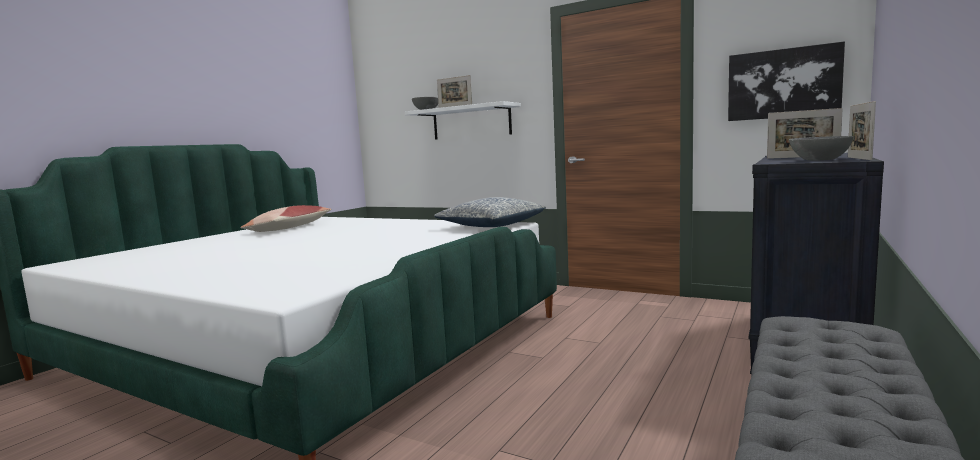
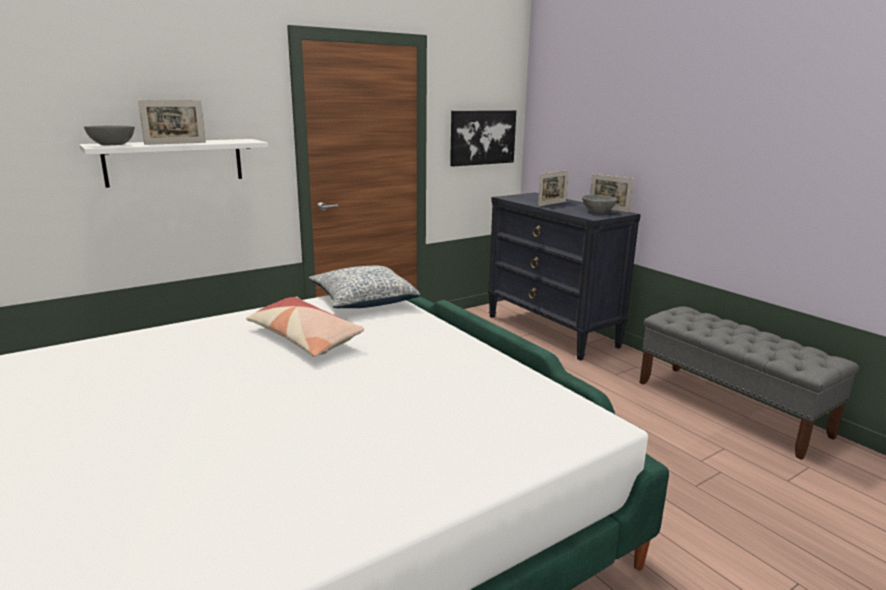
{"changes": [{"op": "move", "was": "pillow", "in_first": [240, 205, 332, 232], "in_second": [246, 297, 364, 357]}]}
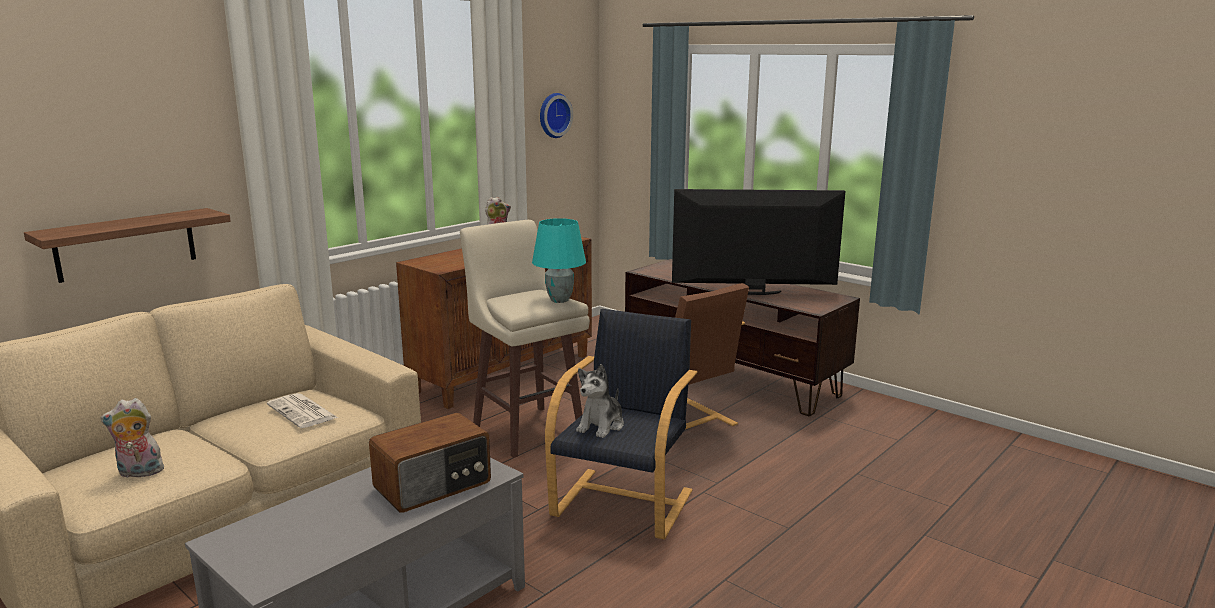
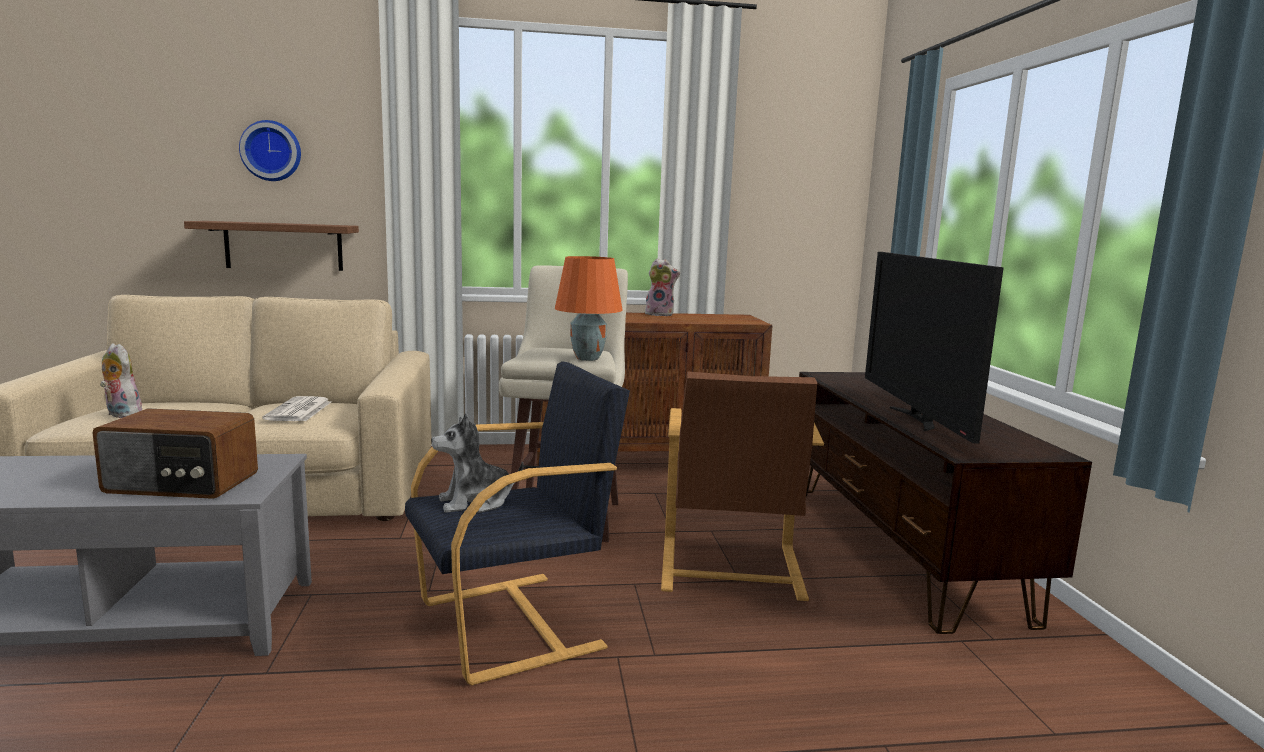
{"changes": [{"op": "move", "was": "wall clock", "in_first": [540, 93, 573, 138], "in_second": [239, 120, 301, 181]}, {"op": "rotate", "was": "television", "in_first": [672, 189, 845, 295], "in_second": [865, 252, 1004, 443], "clockwise": -135}, {"op": "recolor", "was": "table lamp in turquoise", "now": "table lamp in orange", "in_first": [532, 218, 586, 303], "in_second": [555, 256, 623, 361]}]}
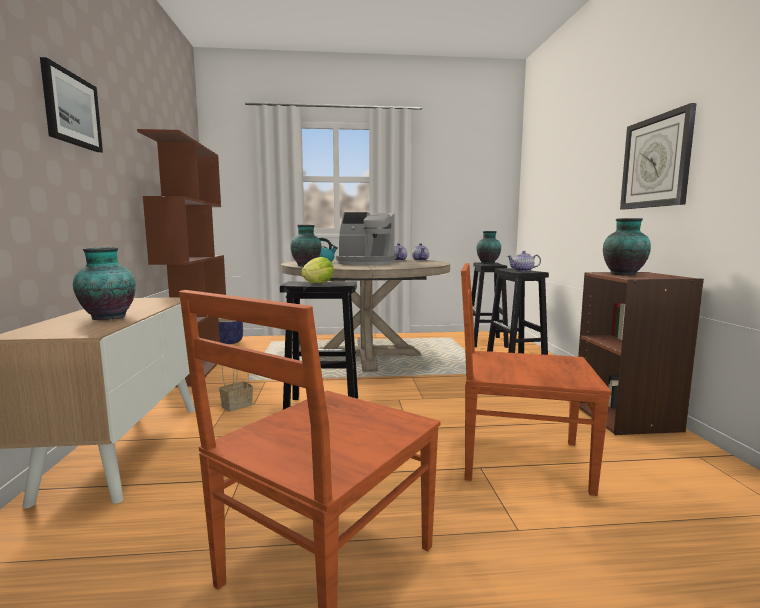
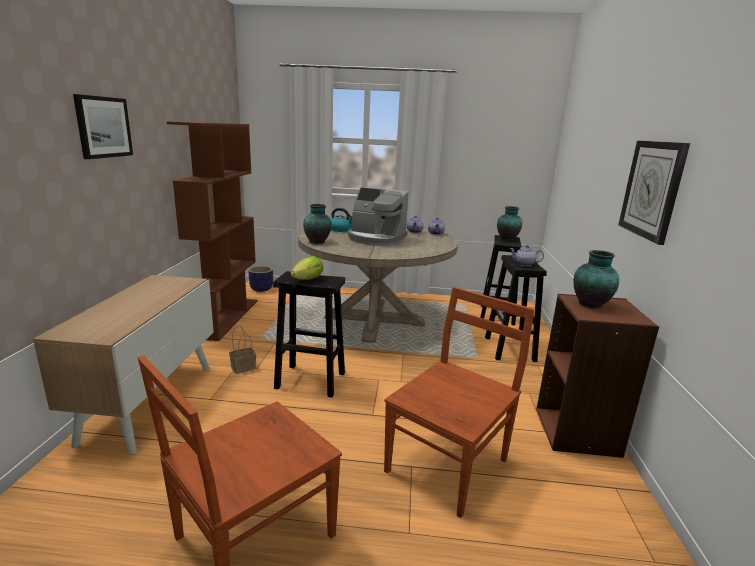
{"changes": [{"op": "delete", "was": "vase", "in_first": [73, 247, 136, 320]}, {"op": "rotate", "was": "chair in brown", "in_first": [461, 263, 612, 496], "in_second": [384, 287, 534, 518], "clockwise": 105}]}
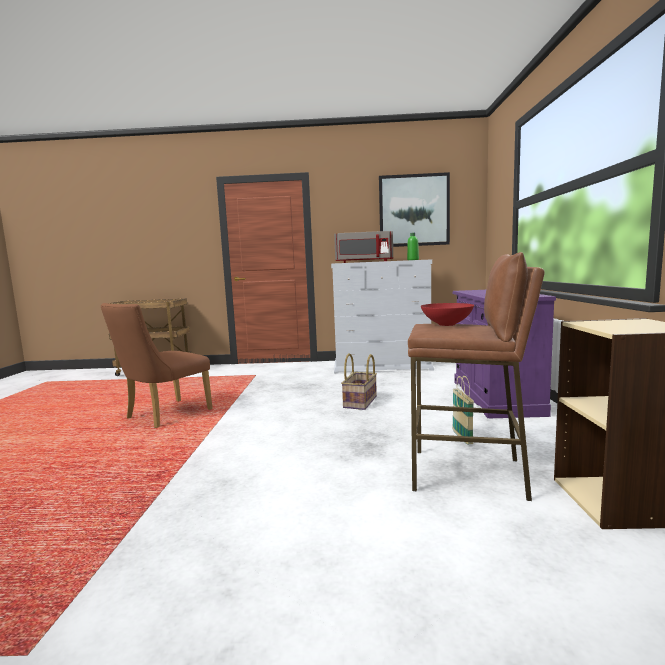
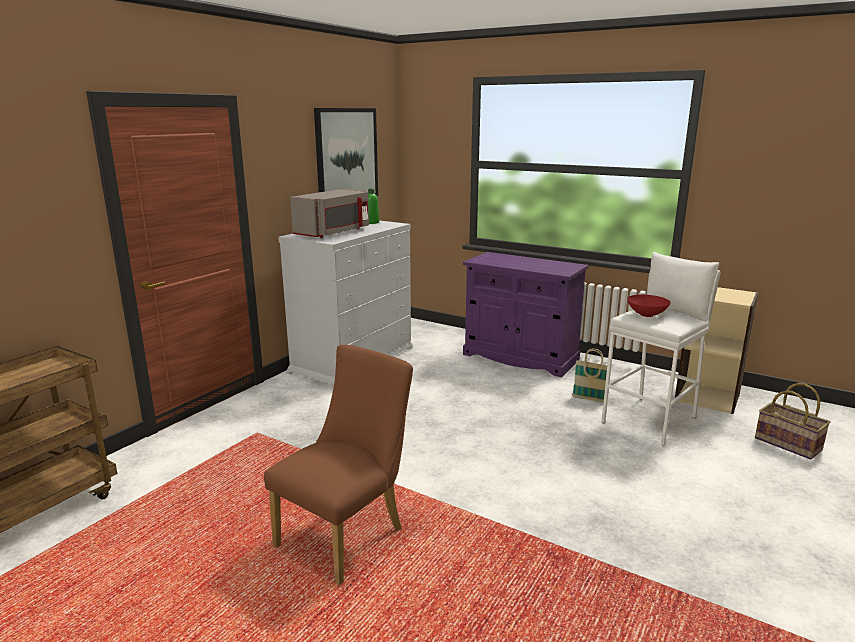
{"changes": [{"op": "recolor", "was": "stool in brown", "now": "stool in white", "in_first": [408, 252, 545, 501], "in_second": [601, 252, 721, 446]}, {"op": "rotate", "was": "chair in brown", "in_first": [101, 303, 213, 428], "in_second": [264, 345, 413, 586], "clockwise": -120}, {"op": "move", "was": "basket", "in_first": [341, 353, 377, 410], "in_second": [755, 383, 831, 460]}]}
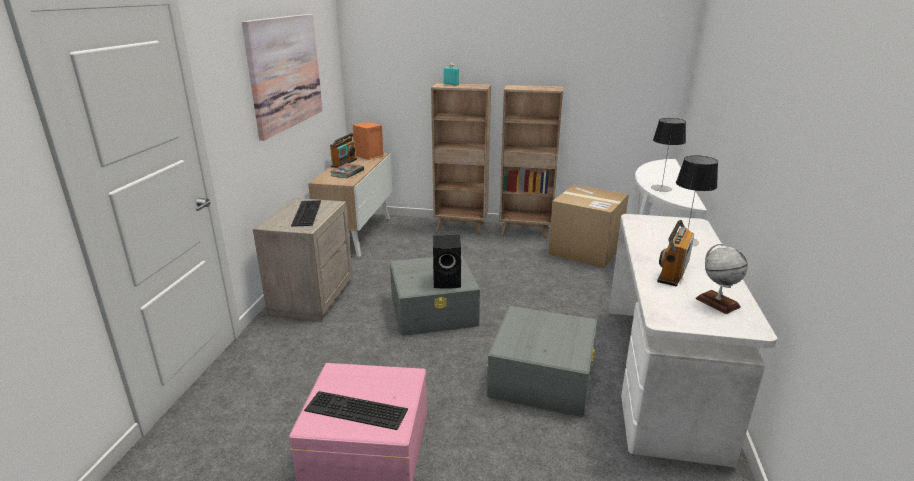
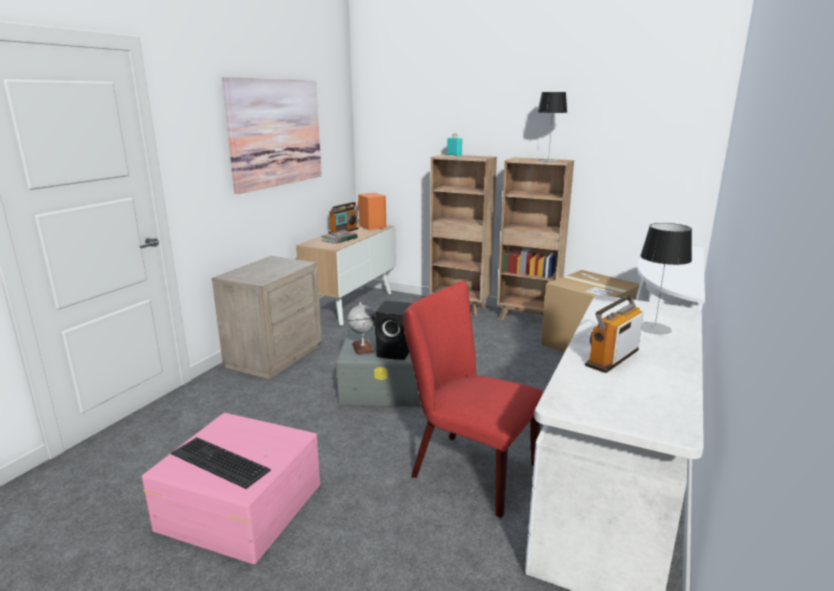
{"changes": [{"op": "move", "was": "table lamp", "in_first": [651, 118, 686, 192], "in_second": [537, 92, 567, 162]}, {"op": "delete", "was": "keyboard", "in_first": [291, 200, 321, 227]}, {"op": "move", "was": "globe", "in_first": [695, 243, 748, 314], "in_second": [348, 302, 376, 355]}, {"op": "replace", "was": "storage box in grey", "now": "chair in red", "in_first": [487, 306, 597, 417], "in_second": [403, 281, 544, 518]}]}
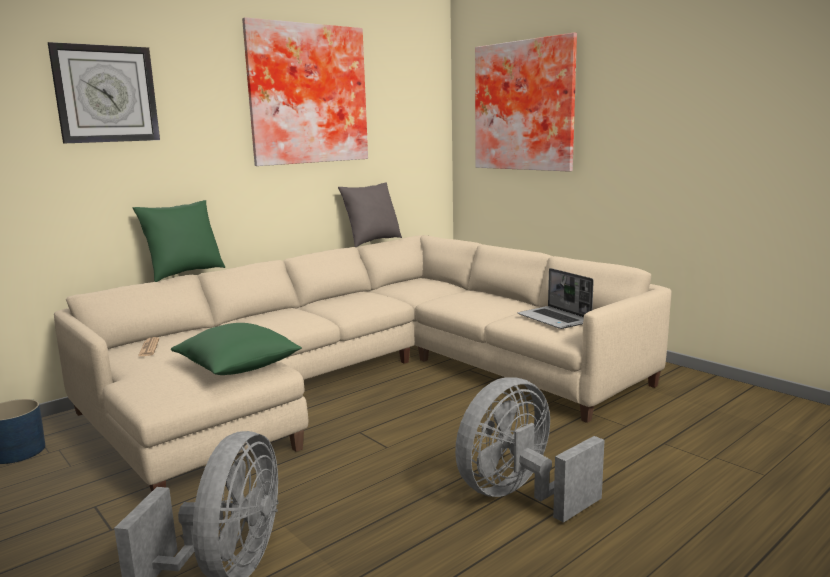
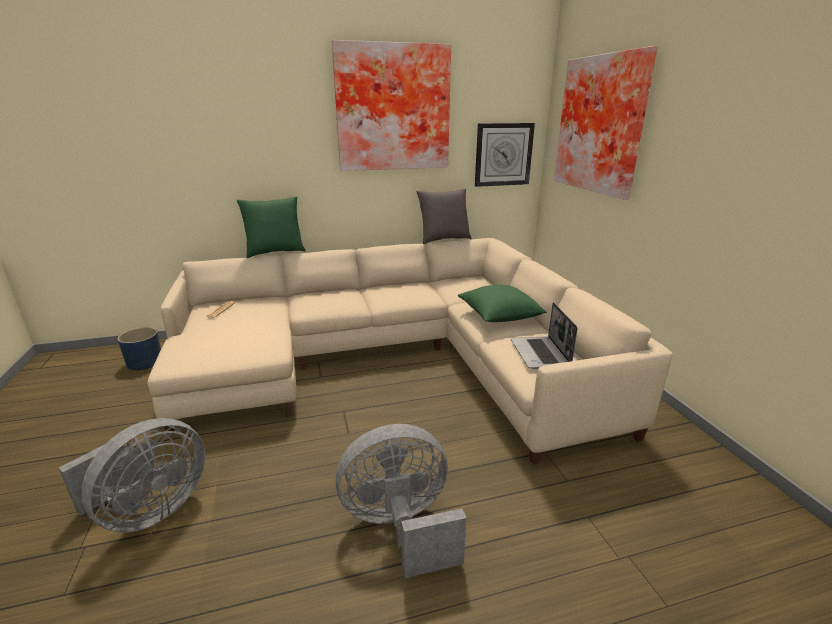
{"changes": [{"op": "move", "was": "wall clock", "in_first": [48, 42, 160, 143], "in_second": [475, 123, 535, 187]}, {"op": "move", "was": "pillow in green", "in_first": [171, 323, 302, 375], "in_second": [458, 285, 547, 322]}]}
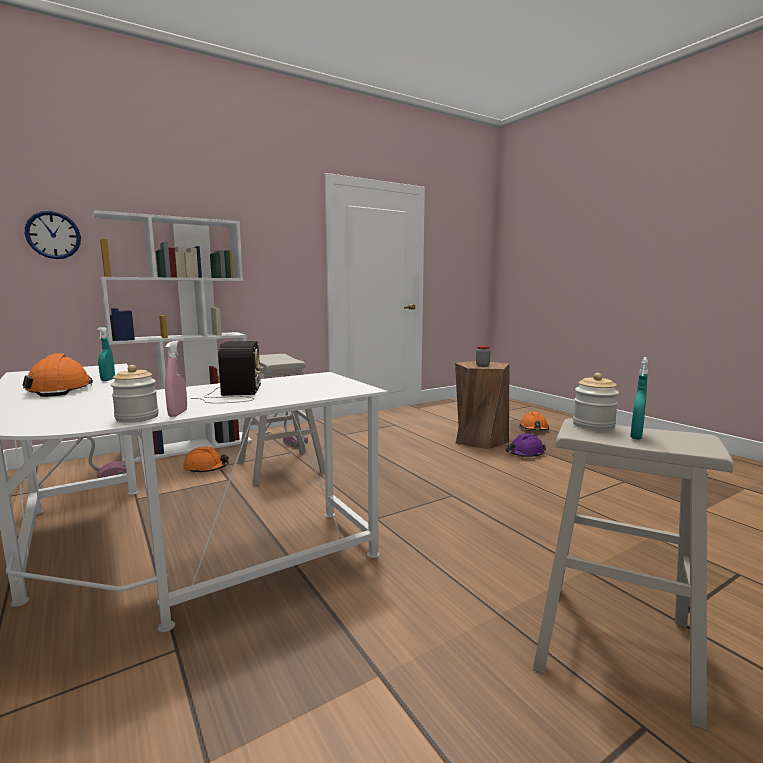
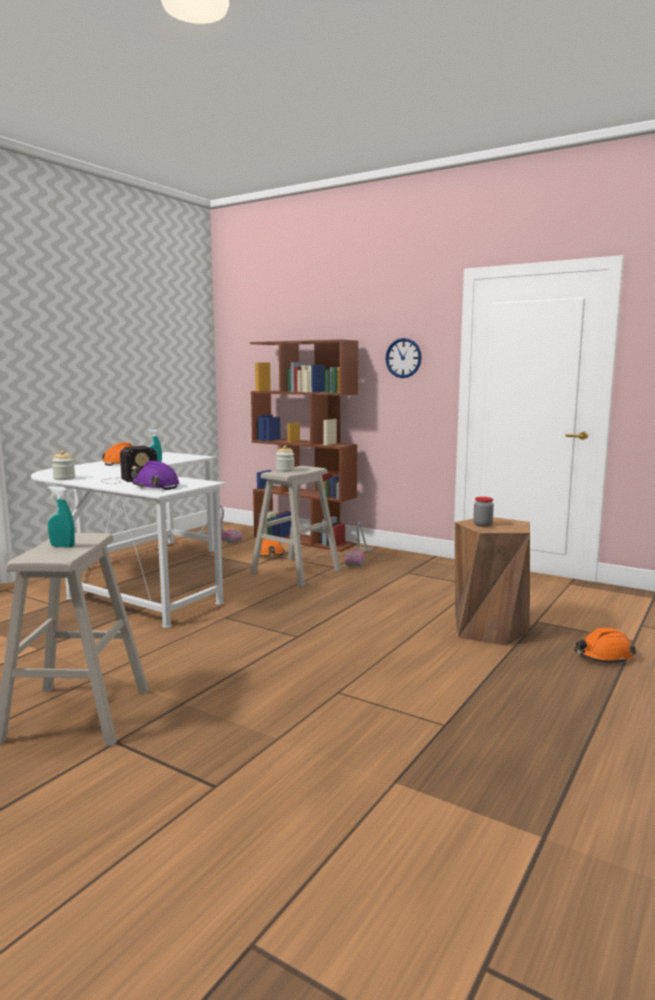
{"changes": [{"op": "recolor", "was": "bookcase in white", "now": "bookcase in brown", "in_first": [93, 210, 252, 462], "in_second": [250, 340, 358, 552]}, {"op": "move", "was": "wall clock", "in_first": [25, 211, 81, 259], "in_second": [385, 338, 422, 378]}, {"op": "delete", "was": "spray bottle in pink", "in_first": [165, 341, 187, 417]}, {"op": "move", "was": "jar", "in_first": [573, 373, 619, 431], "in_second": [276, 446, 295, 472]}, {"op": "move", "was": "hard hat in purple", "in_first": [506, 434, 546, 457], "in_second": [132, 461, 179, 490]}]}
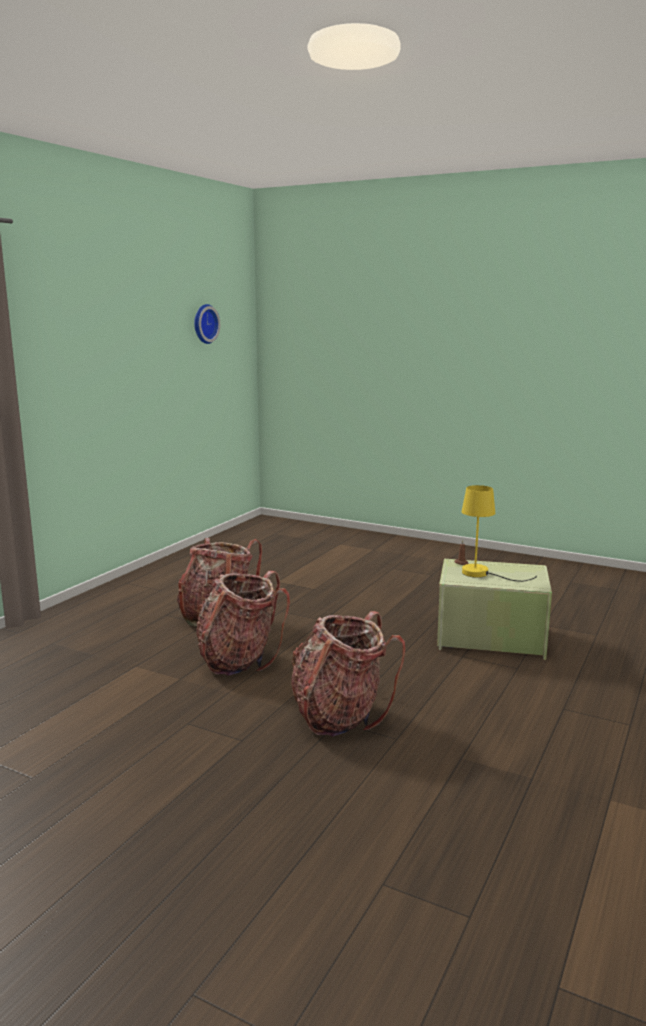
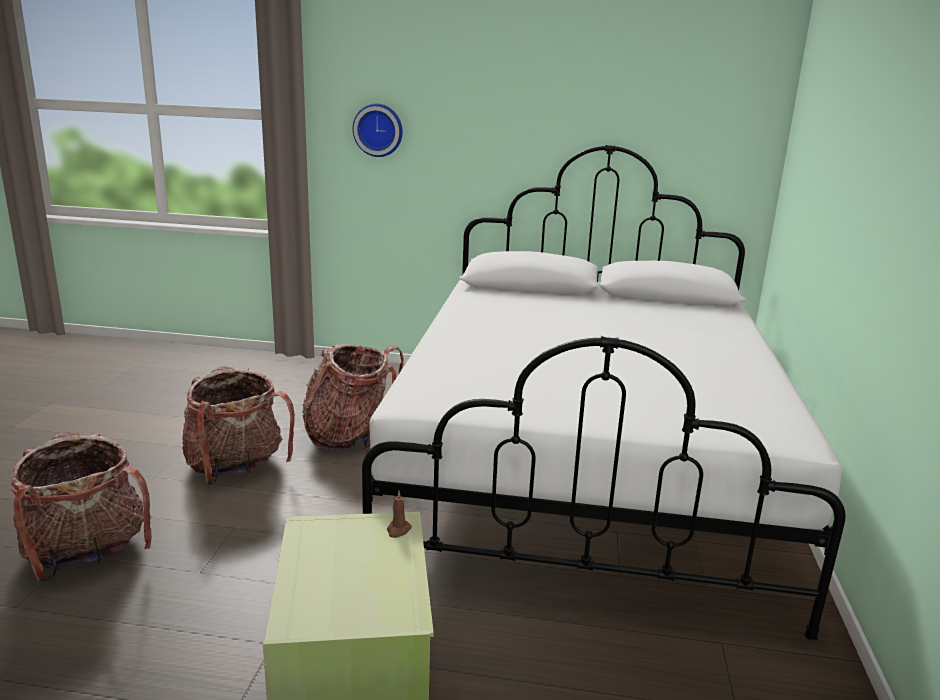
{"changes": [{"op": "move", "was": "wall clock", "in_first": [194, 304, 220, 344], "in_second": [353, 104, 403, 157]}, {"op": "delete", "was": "table lamp in yellow", "in_first": [462, 485, 537, 582]}, {"op": "insert", "now": "bed in white", "in_second": [362, 145, 846, 641]}]}
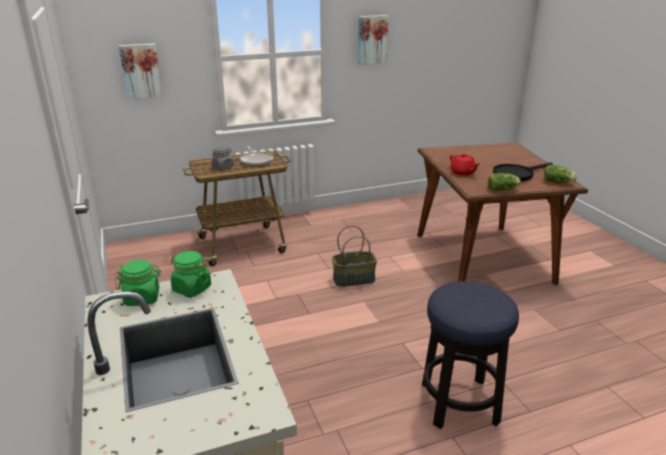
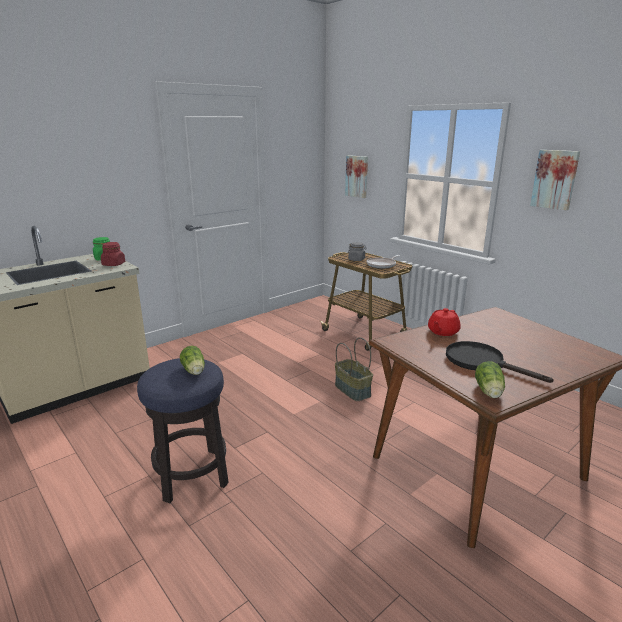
{"changes": [{"op": "move", "was": "lettuce", "in_first": [488, 173, 521, 191], "in_second": [180, 346, 205, 375]}, {"op": "recolor", "was": "jar in green", "now": "jar in red", "in_first": [171, 251, 211, 297], "in_second": [101, 242, 125, 266]}]}
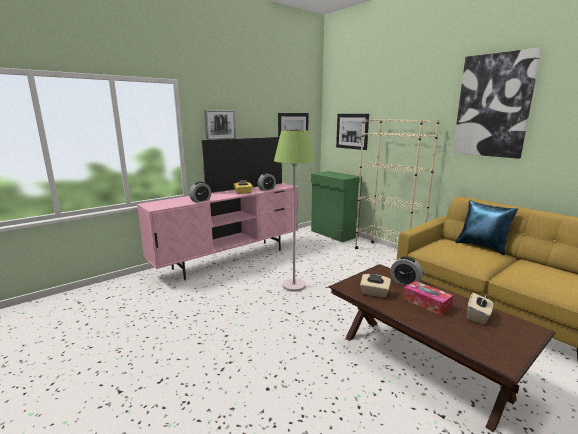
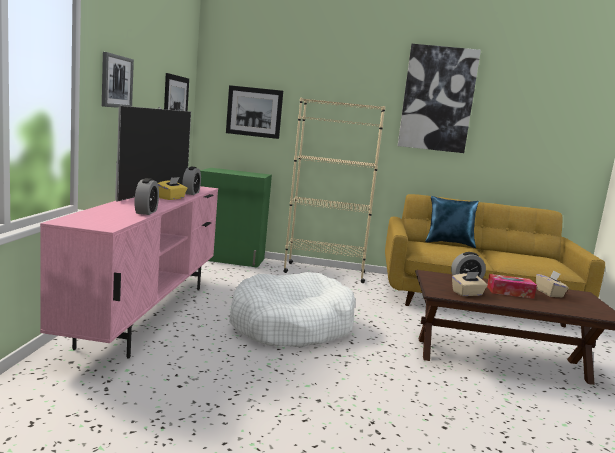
{"changes": [{"op": "replace", "was": "floor lamp in green", "now": "dog bed in white", "in_first": [274, 130, 315, 292], "in_second": [229, 272, 356, 348]}]}
